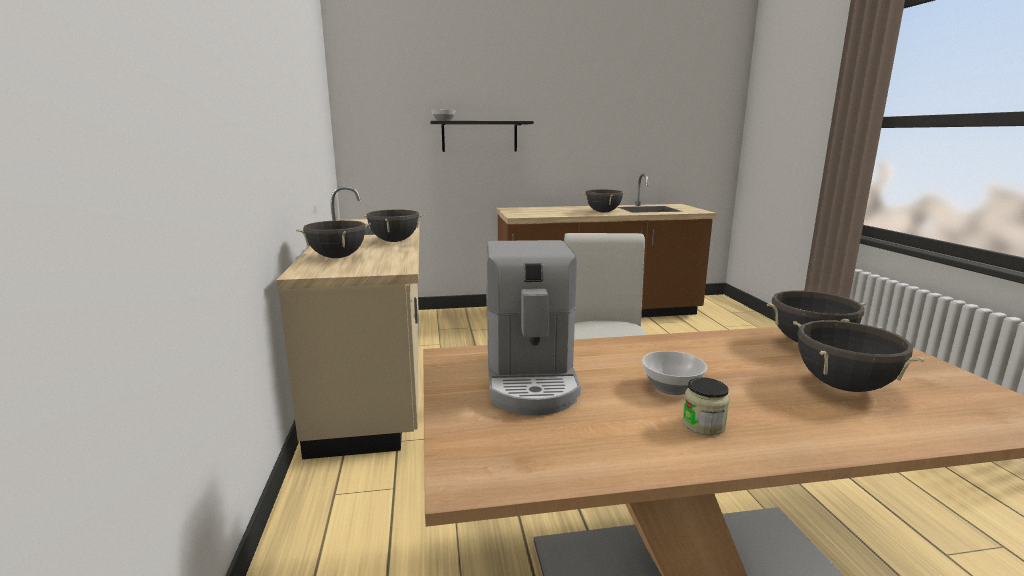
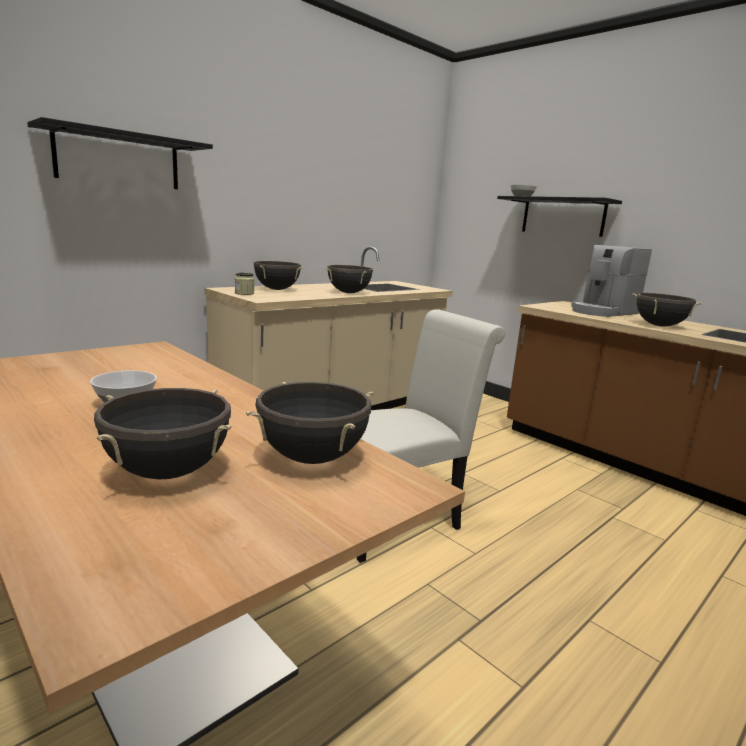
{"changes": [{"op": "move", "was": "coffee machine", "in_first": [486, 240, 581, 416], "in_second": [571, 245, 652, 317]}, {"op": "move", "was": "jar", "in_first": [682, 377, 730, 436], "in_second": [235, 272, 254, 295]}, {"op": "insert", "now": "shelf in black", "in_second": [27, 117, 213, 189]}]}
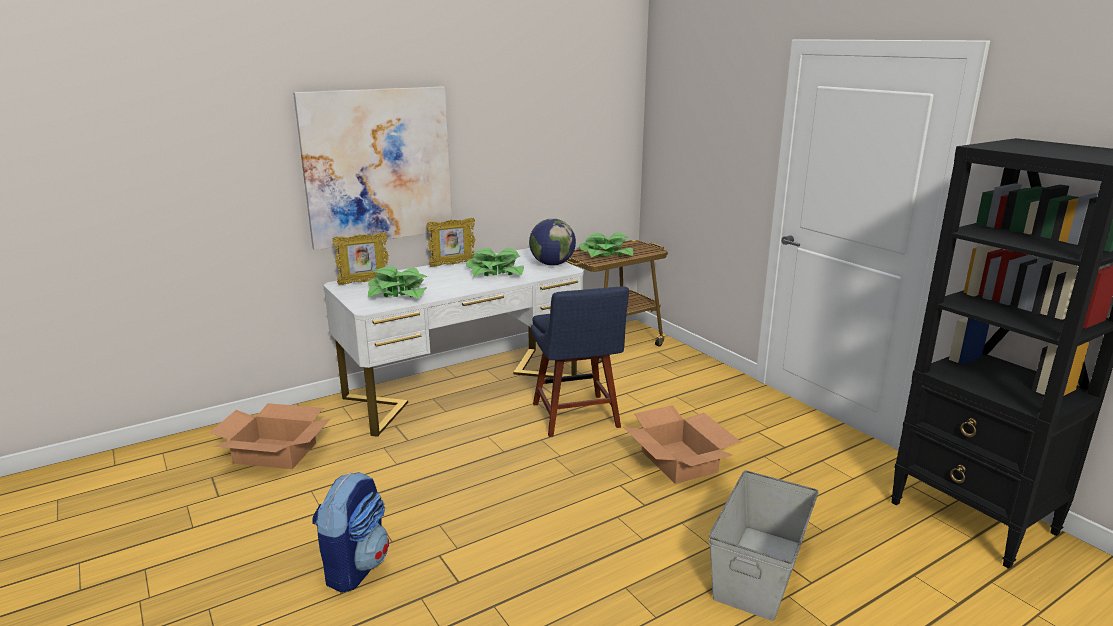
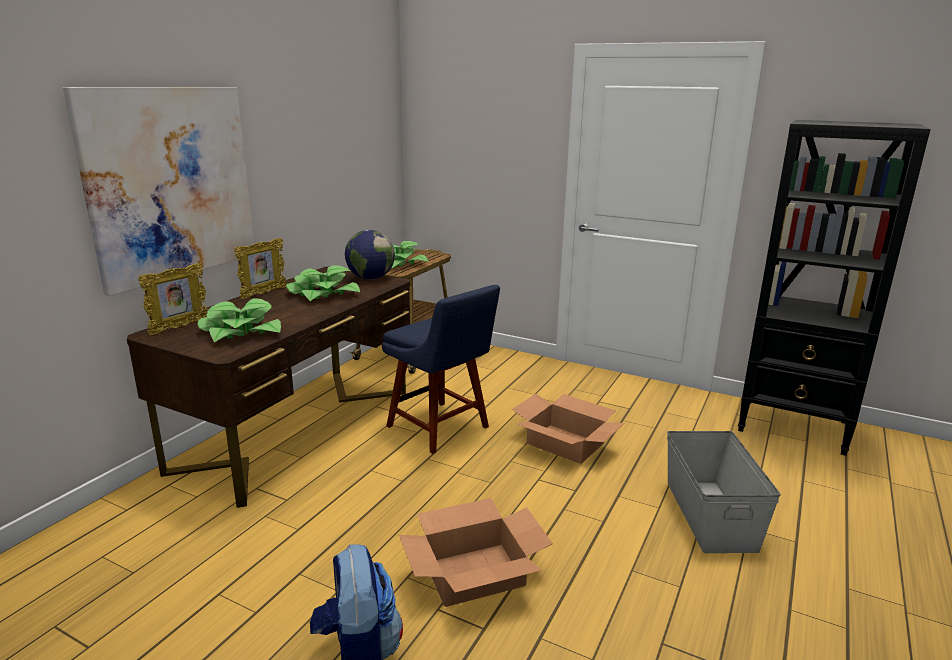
{"changes": [{"op": "recolor", "was": "desk in white", "now": "desk in brown", "in_first": [323, 248, 584, 437], "in_second": [127, 267, 410, 508]}, {"op": "move", "was": "cardboard box", "in_first": [209, 403, 331, 469], "in_second": [399, 498, 553, 607]}]}
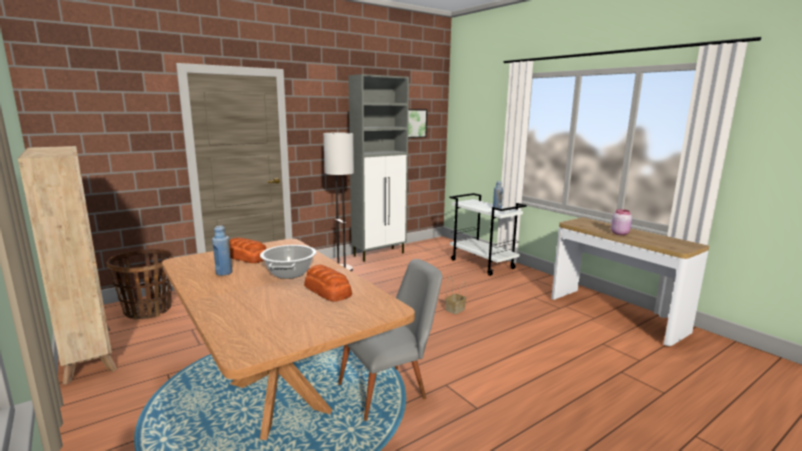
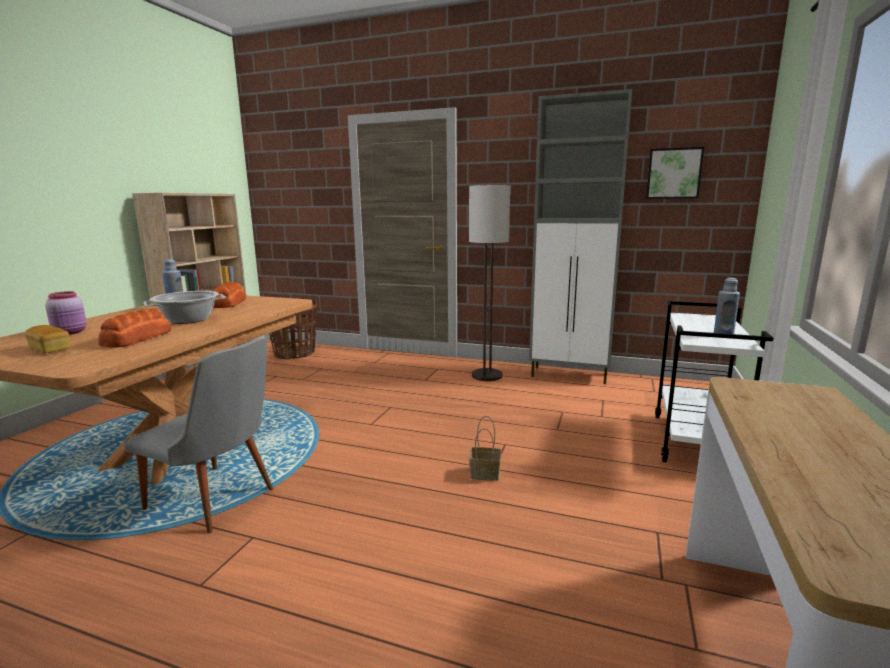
{"changes": [{"op": "move", "was": "jar in pink", "in_first": [611, 209, 632, 235], "in_second": [45, 291, 87, 335]}, {"op": "insert", "now": "bread", "in_second": [24, 325, 70, 353]}]}
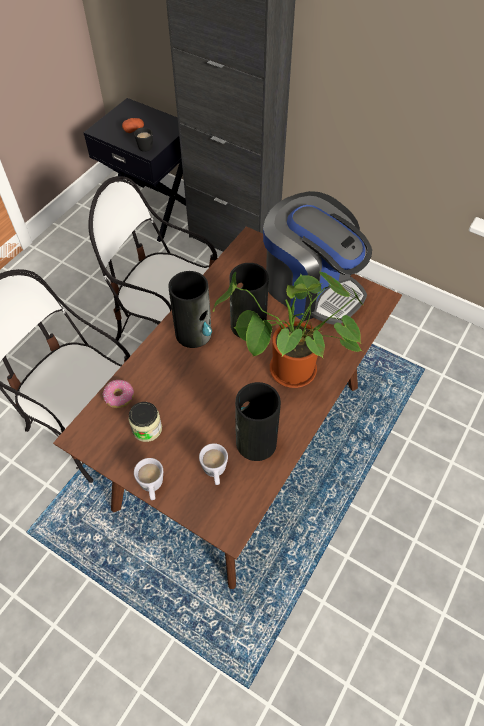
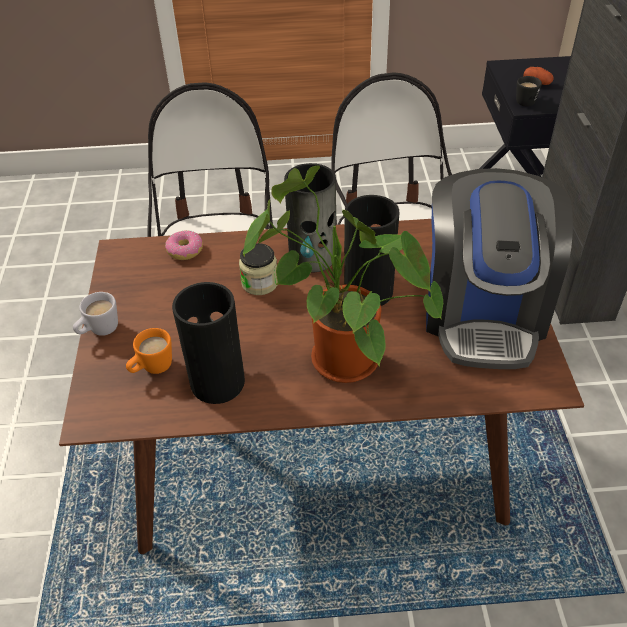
{"changes": [{"op": "move", "was": "jar", "in_first": [129, 402, 162, 442], "in_second": [239, 243, 278, 295]}, {"op": "recolor", "was": "mug in white", "now": "mug in orange", "in_first": [199, 443, 228, 485], "in_second": [126, 328, 172, 374]}]}
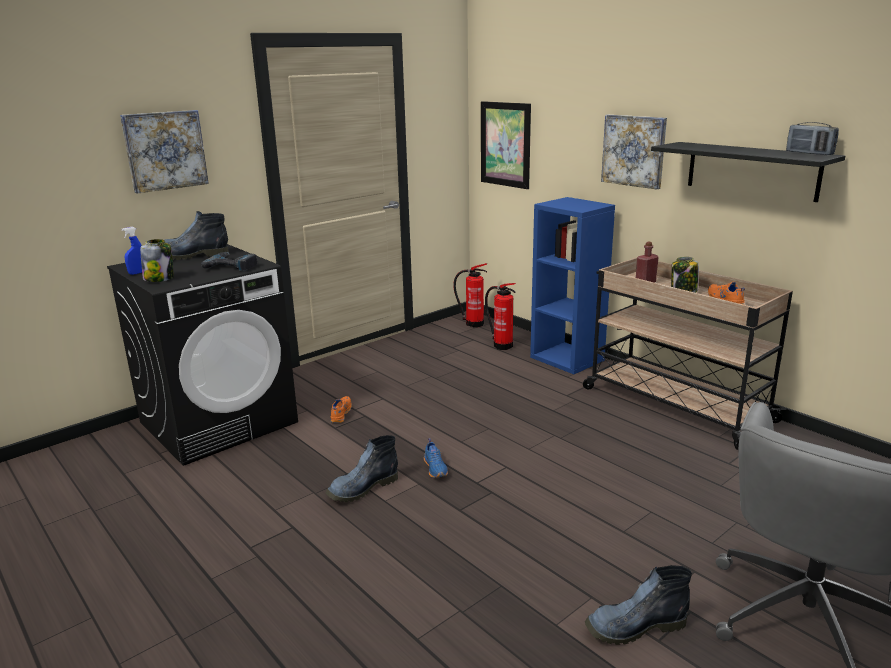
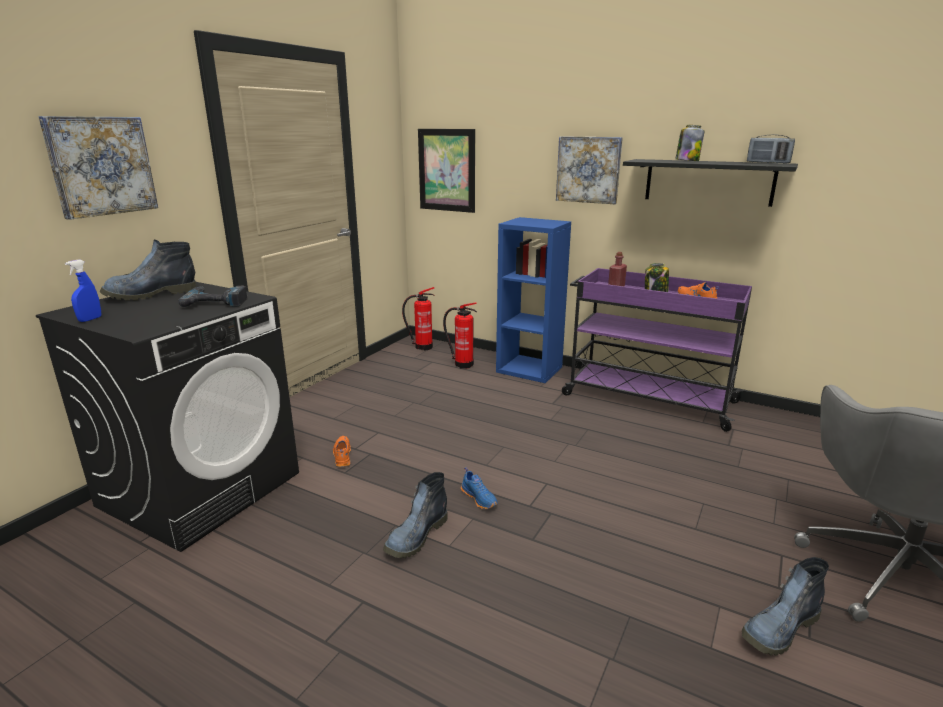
{"changes": [{"op": "move", "was": "jar", "in_first": [140, 239, 174, 282], "in_second": [675, 125, 704, 161]}, {"op": "recolor", "was": "cart in beige", "now": "cart in purple", "in_first": [583, 257, 793, 450], "in_second": [562, 268, 752, 432]}]}
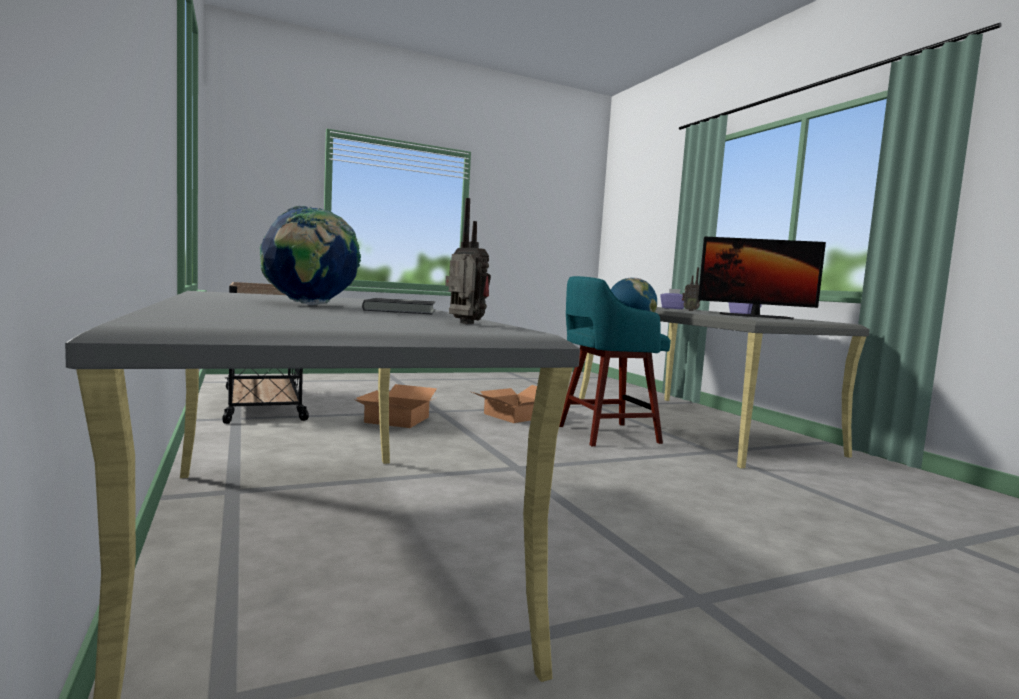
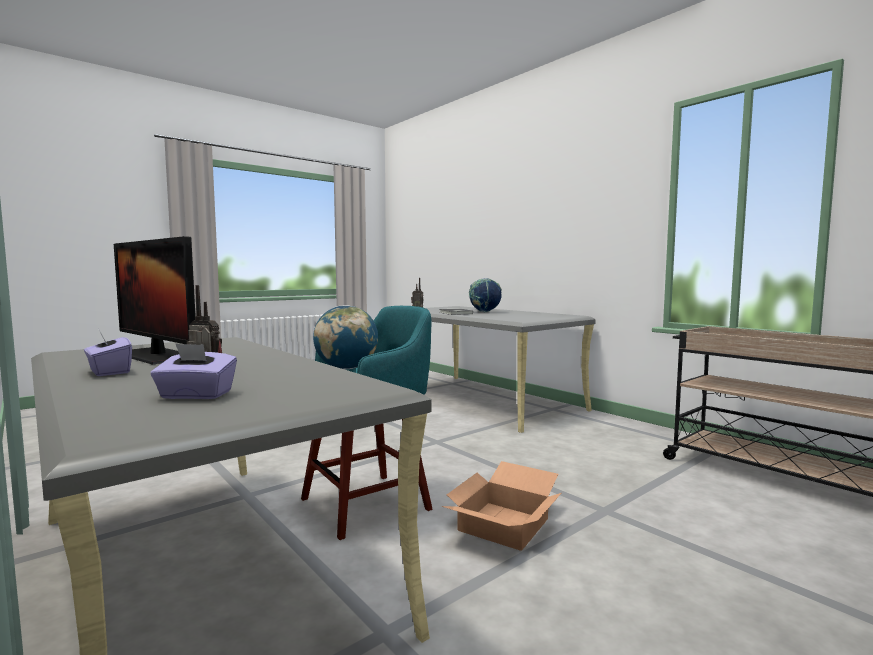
{"changes": [{"op": "rotate", "was": "monitor", "in_first": [698, 237, 826, 319], "in_second": [114, 236, 196, 364], "clockwise": -135}, {"op": "delete", "was": "cardboard box", "in_first": [356, 384, 437, 428]}]}
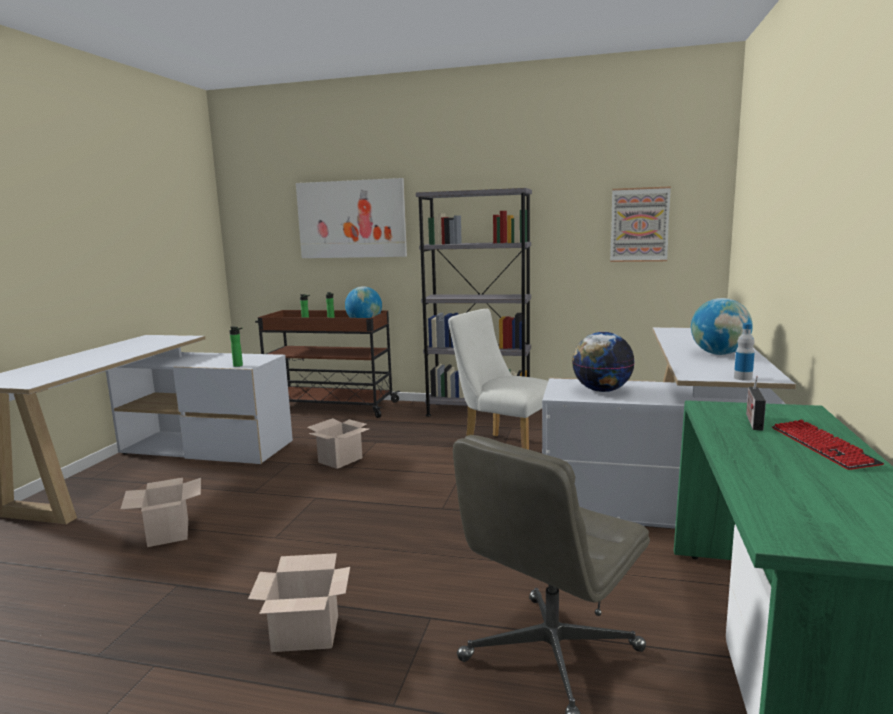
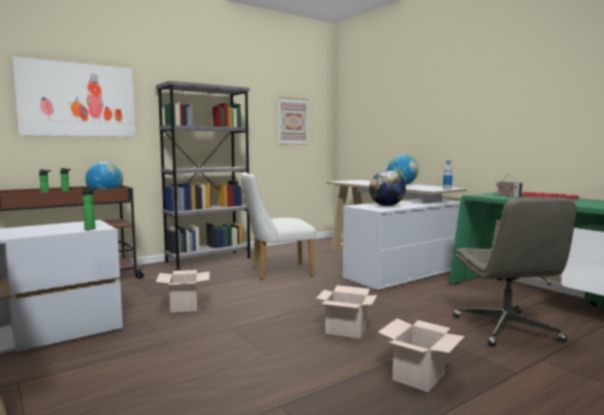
{"changes": [{"op": "move", "was": "cardboard box", "in_first": [121, 478, 201, 547], "in_second": [316, 285, 377, 339]}]}
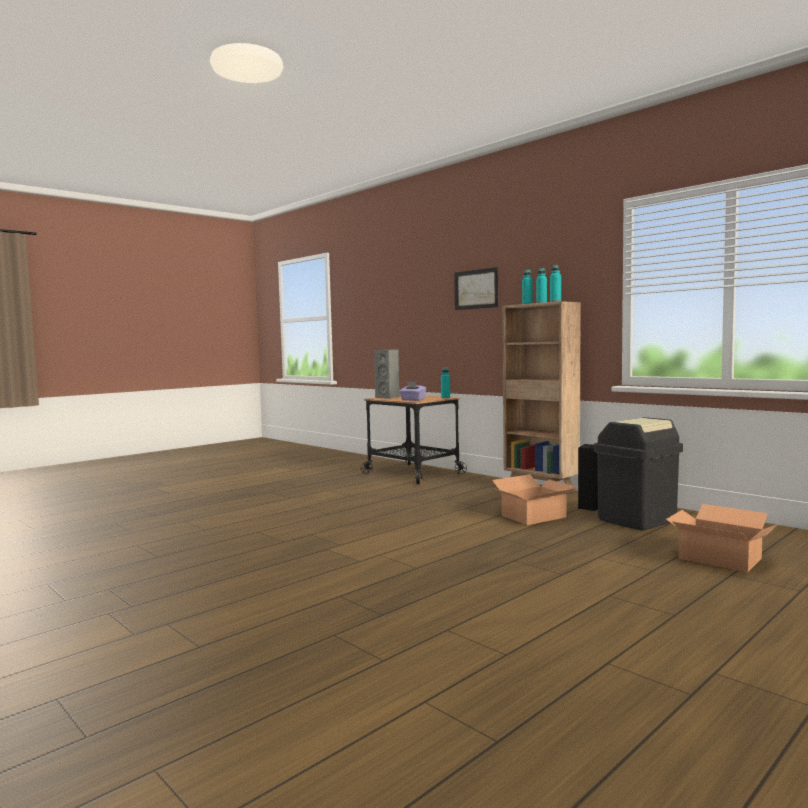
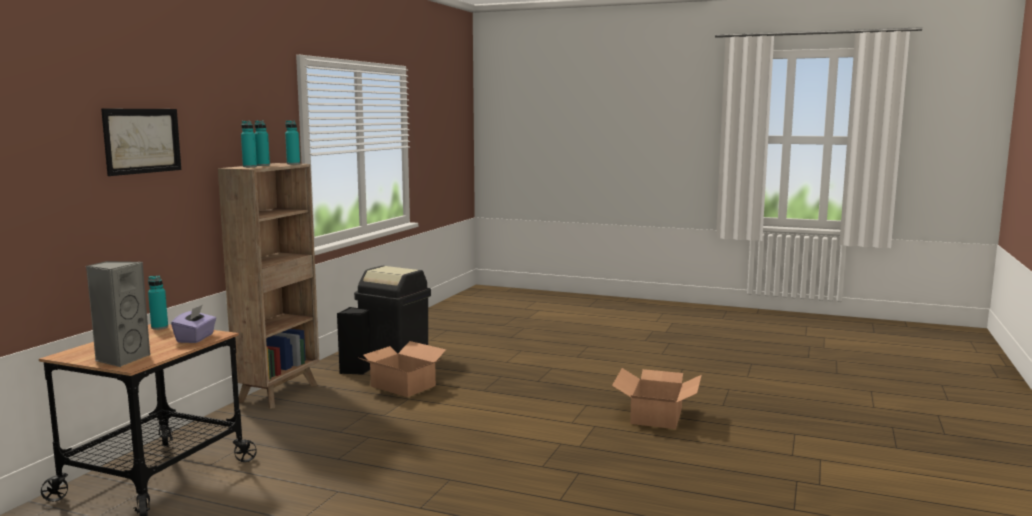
{"changes": [{"op": "move", "was": "cardboard box", "in_first": [666, 504, 778, 573], "in_second": [612, 368, 702, 429]}]}
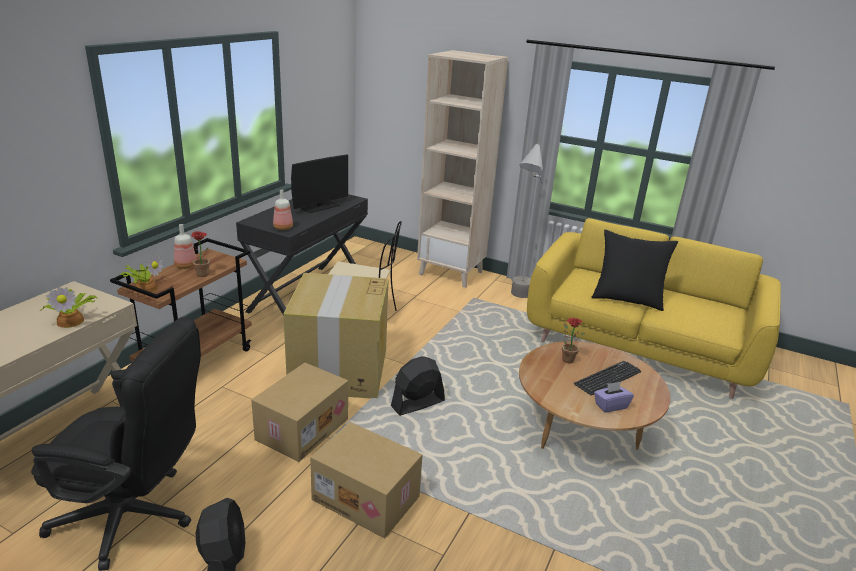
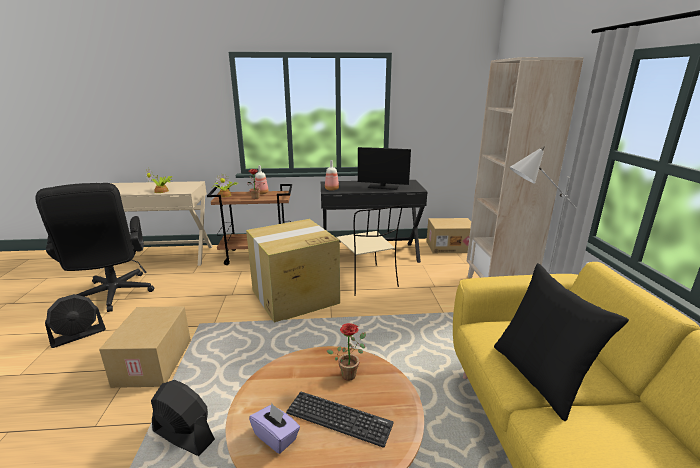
{"changes": [{"op": "move", "was": "fan in black", "in_first": [391, 356, 445, 416], "in_second": [151, 380, 215, 456]}, {"op": "move", "was": "cardboard box", "in_first": [251, 362, 348, 462], "in_second": [426, 218, 471, 253]}]}
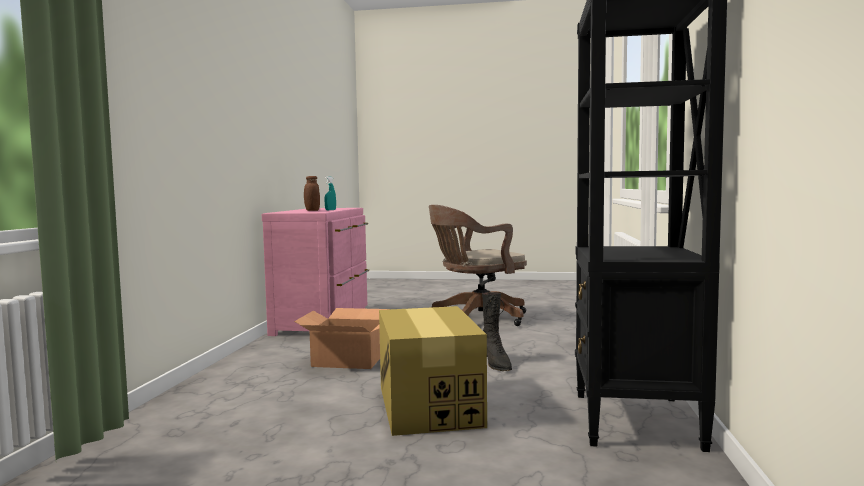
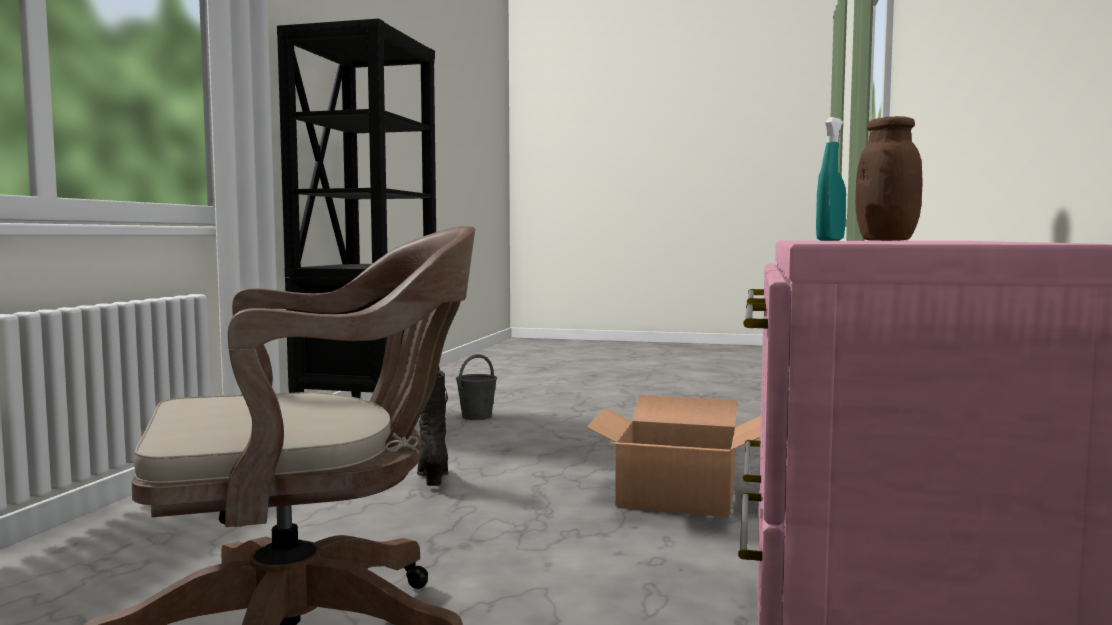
{"changes": [{"op": "delete", "was": "cardboard box", "in_first": [379, 306, 487, 436]}, {"op": "insert", "now": "bucket in grey", "in_second": [456, 354, 497, 420]}]}
